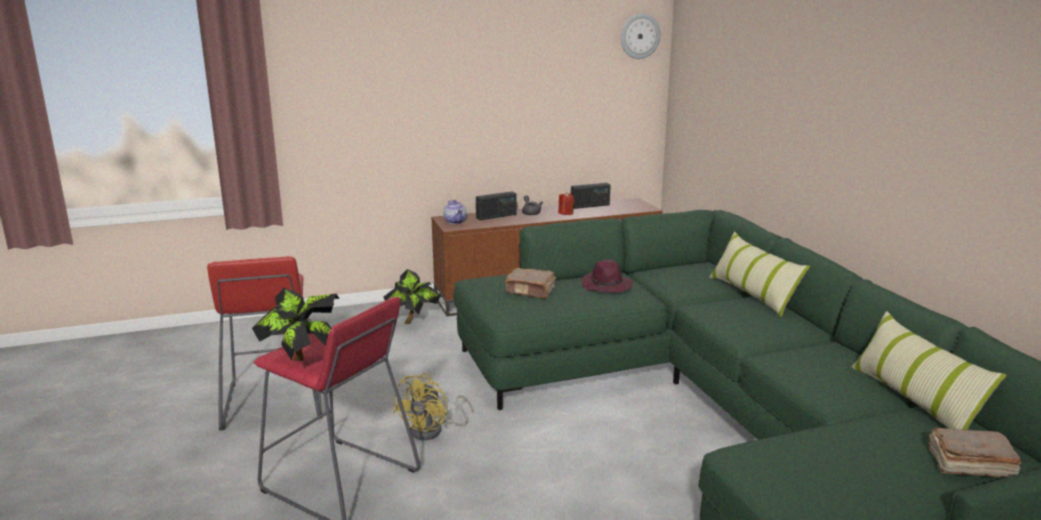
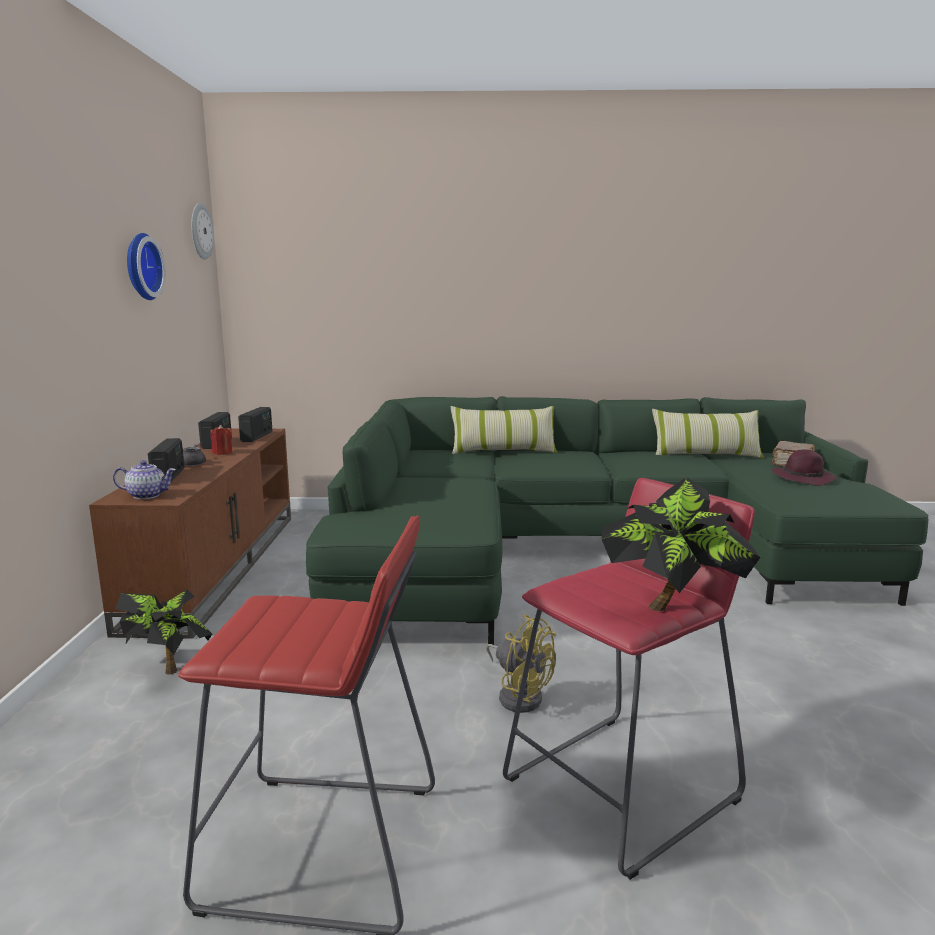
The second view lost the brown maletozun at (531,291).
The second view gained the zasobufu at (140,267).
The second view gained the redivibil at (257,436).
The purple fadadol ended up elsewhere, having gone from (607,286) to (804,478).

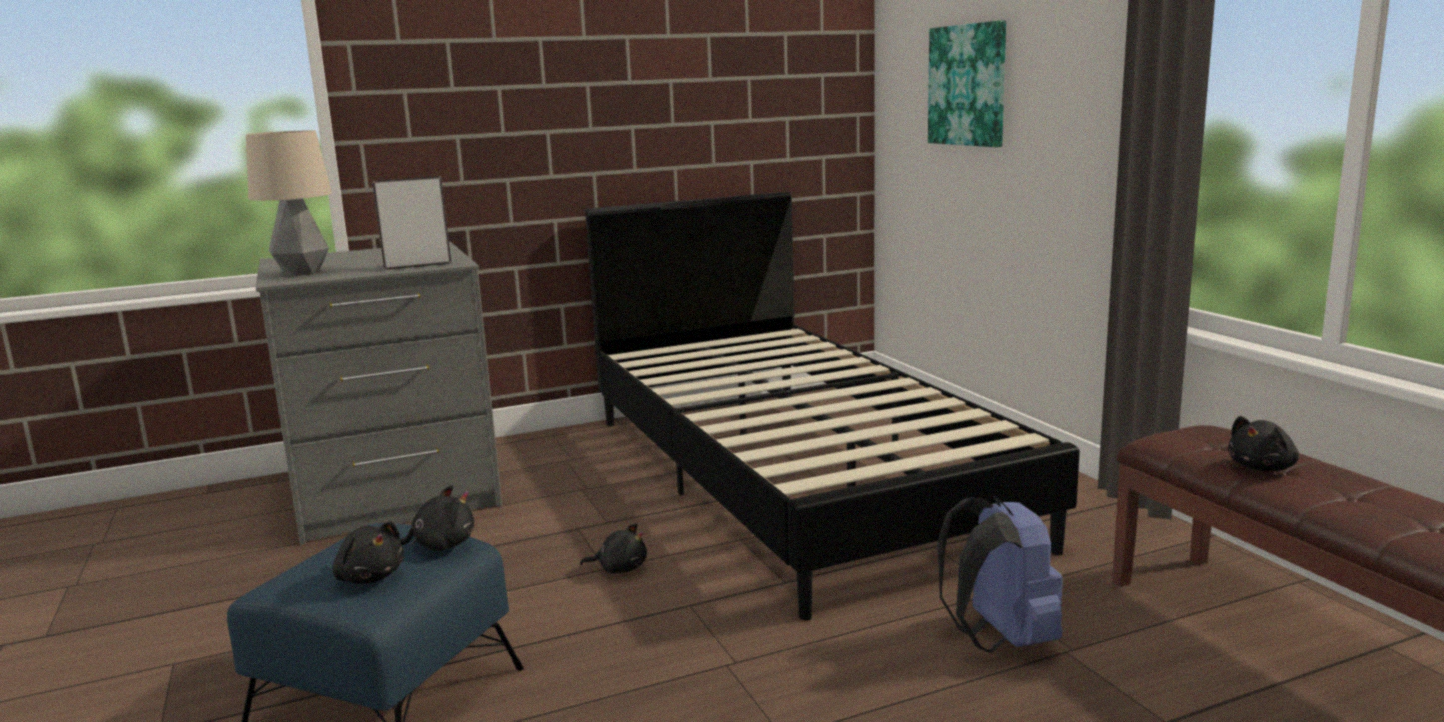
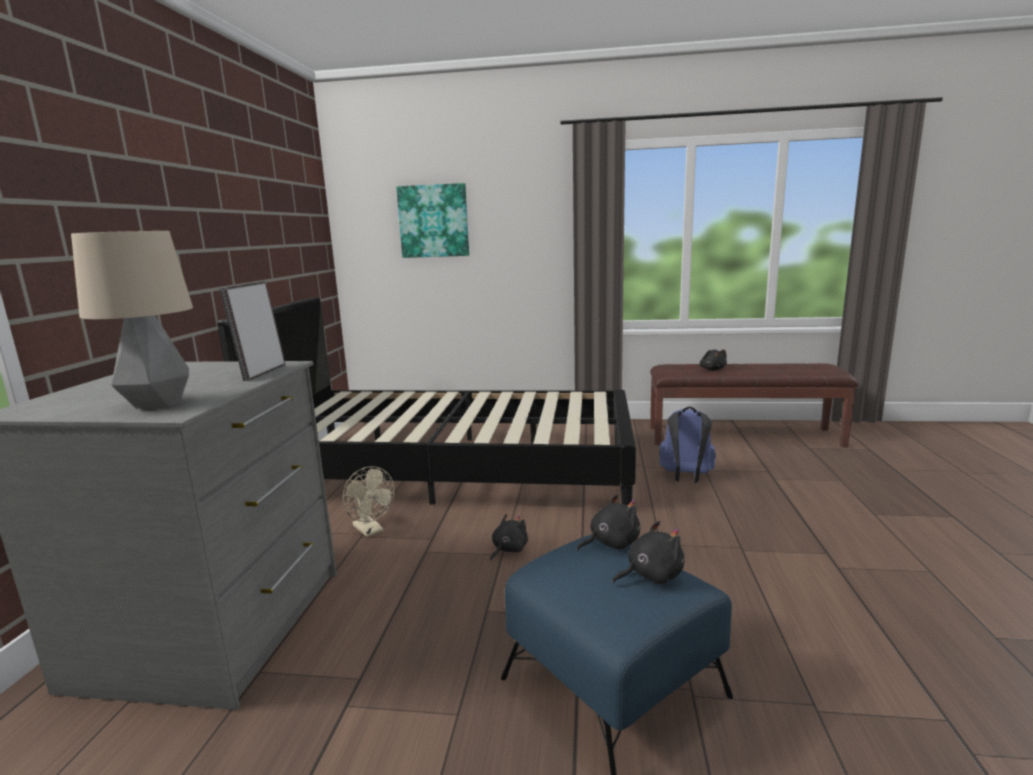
The second view gained the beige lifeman at (371,530).
The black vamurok at (439,546) ended up facing another way, 60 degrees clockwise from before.

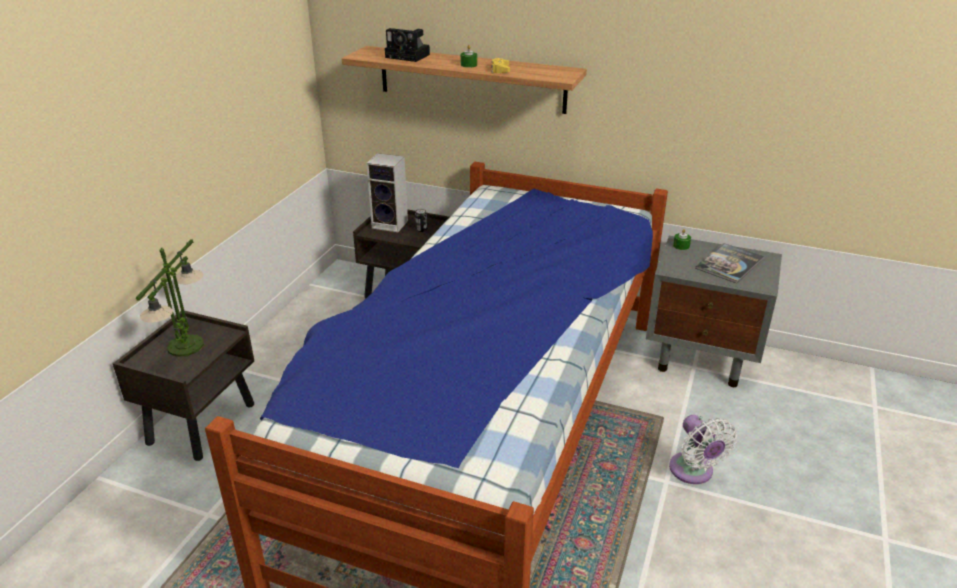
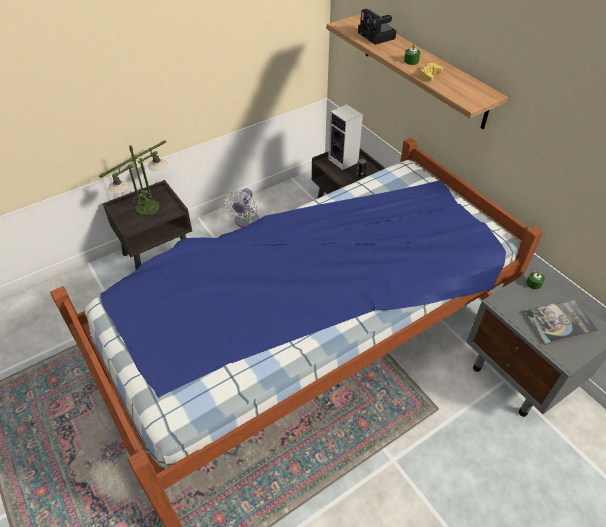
The white lifeman ended up elsewhere, having gone from (693,472) to (245,221).

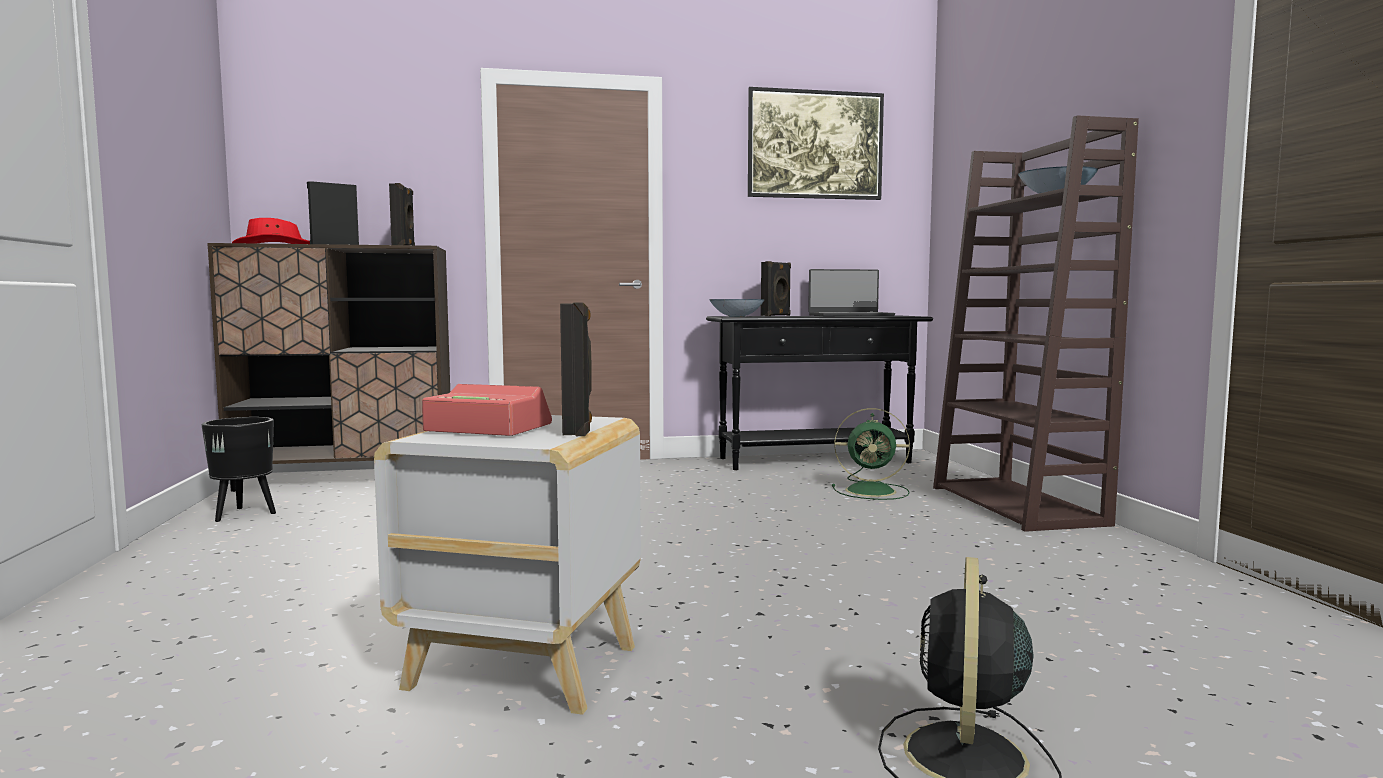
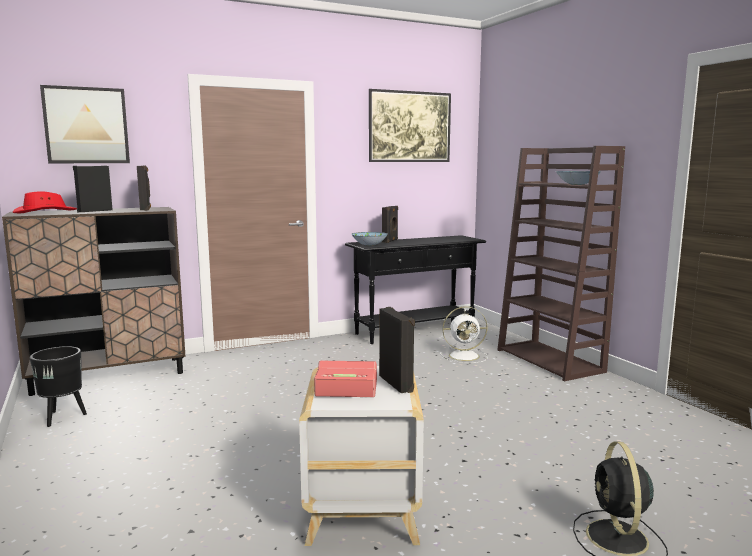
The second view lost the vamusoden at (850,315).
The second view gained the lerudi at (86,125).
What was the green lifeman at (873,491) turned into the white lifeman at (465,356).

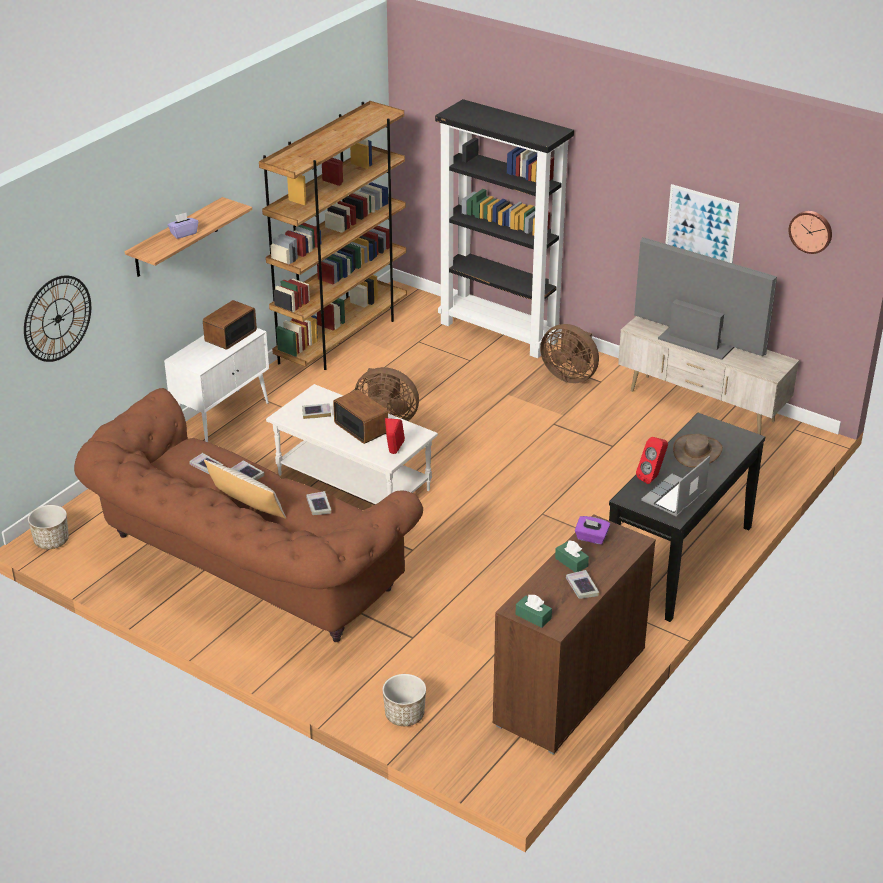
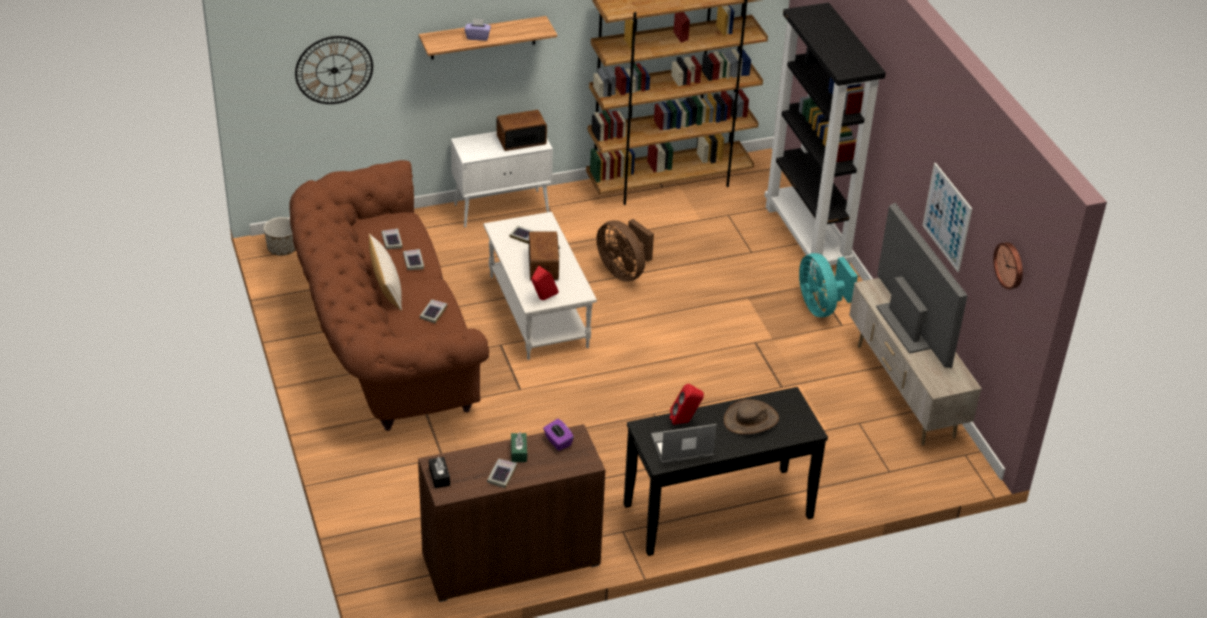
The second view lost the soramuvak at (404,715).
What was the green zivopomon at (533,616) turned into the black zivopomon at (439,477).
What was the brown lifeman at (570,375) turned into the turquoise lifeman at (821,306).

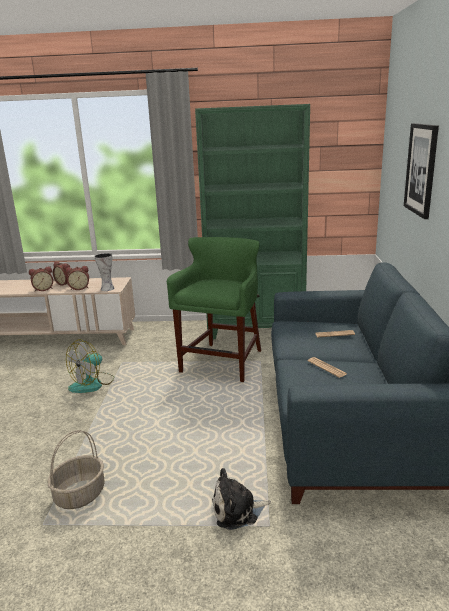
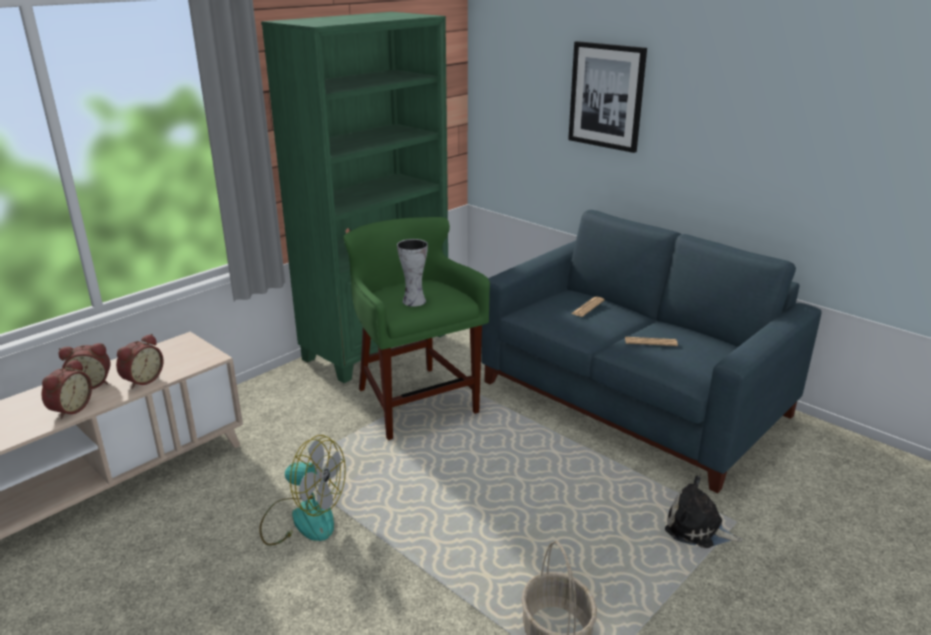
The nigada ended up elsewhere, having gone from (107,288) to (413,301).
The lifeman at (92,384) ended up facing another way, 60 degrees counterclockwise from before.
The vamurok at (237,510) ended up facing another way, 90 degrees clockwise from before.

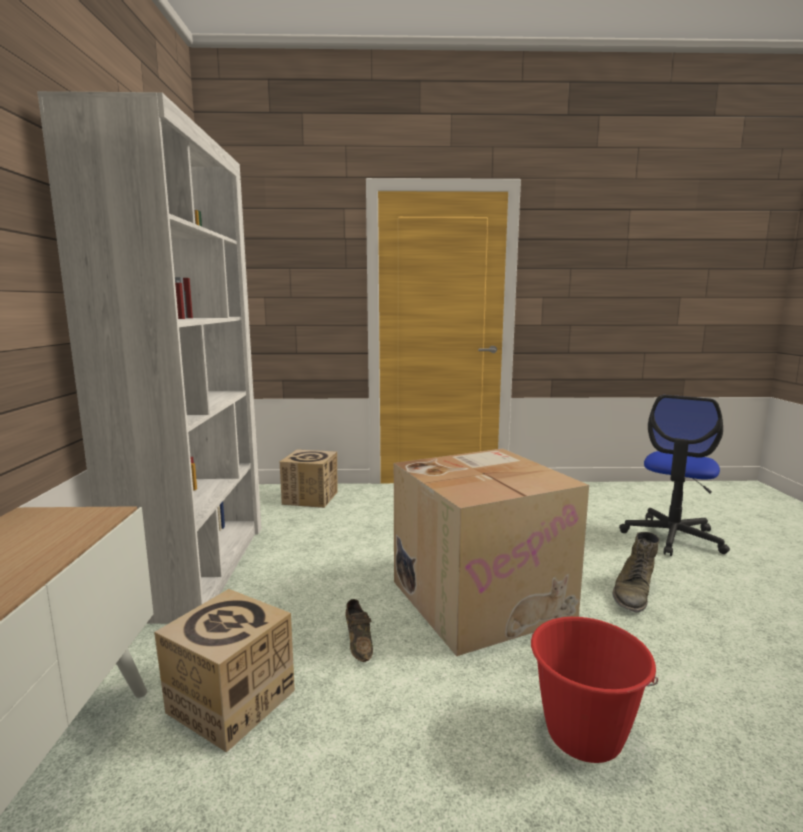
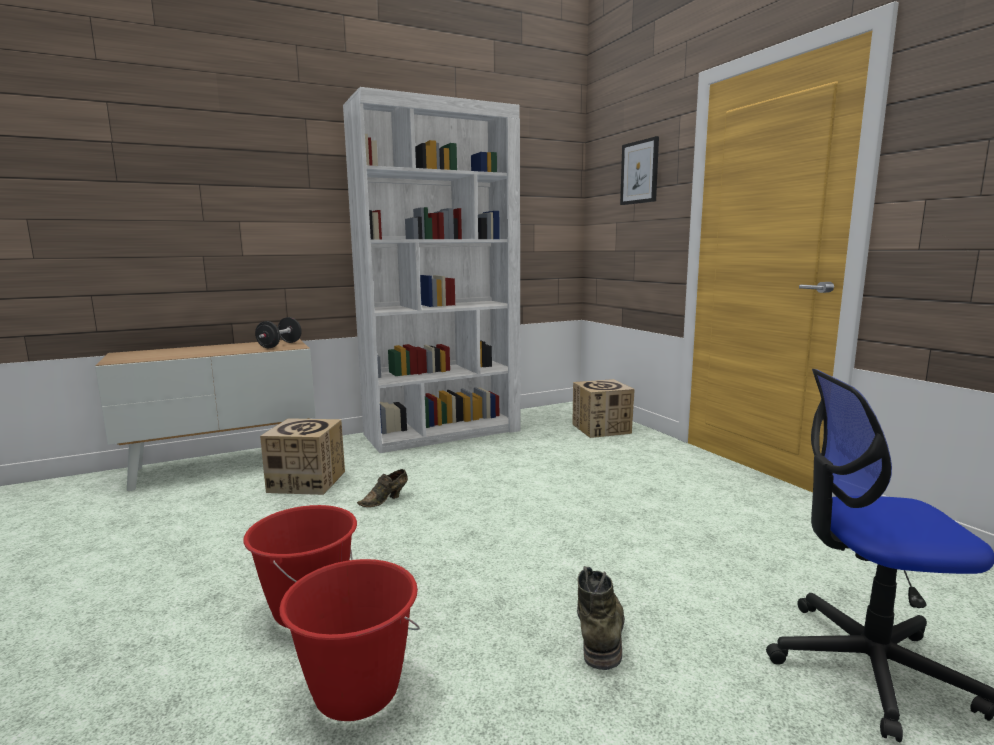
The second view lost the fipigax at (481,597).
The second view gained the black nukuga at (280,345).
The second view gained the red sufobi at (356,691).
The second view gained the lerudi at (639,172).
The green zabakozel at (633,592) ended up facing another way, 90 degrees clockwise from before.

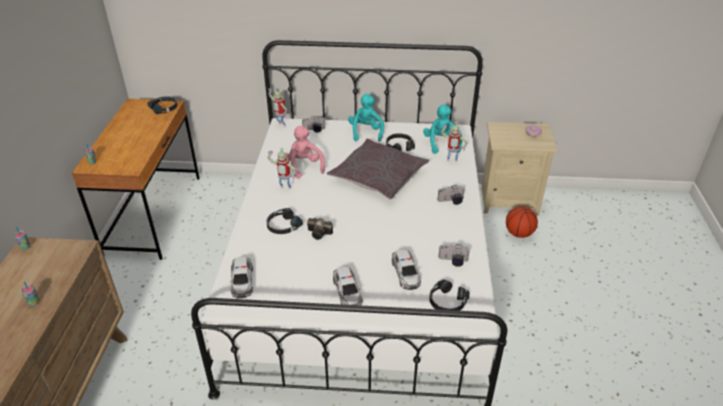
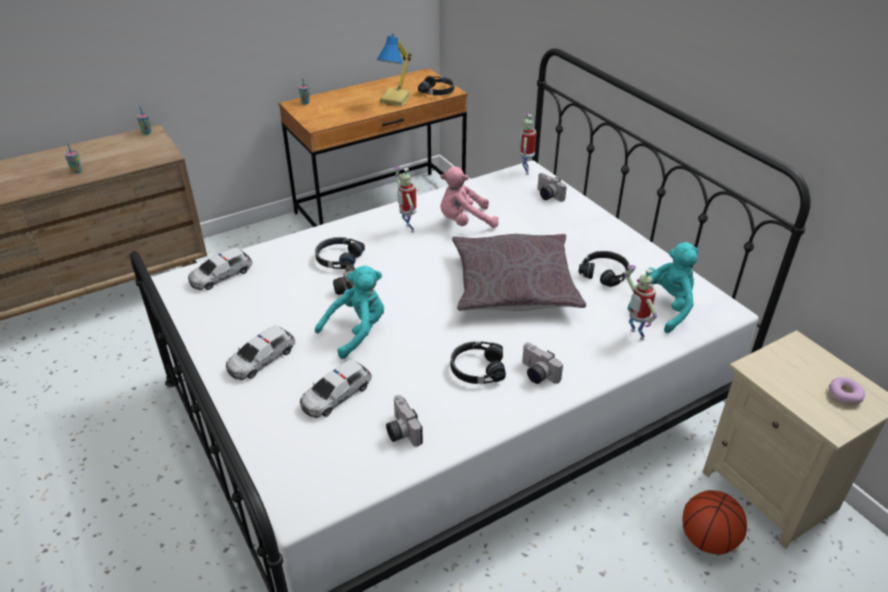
The second view gained the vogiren at (396,100).
The turquoise vamurok ended up elsewhere, having gone from (366,132) to (357,332).
The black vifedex ended up elsewhere, having gone from (447,301) to (477,369).
The pink vamurok at (304,166) ended up facing another way, 135 degrees counterclockwise from before.

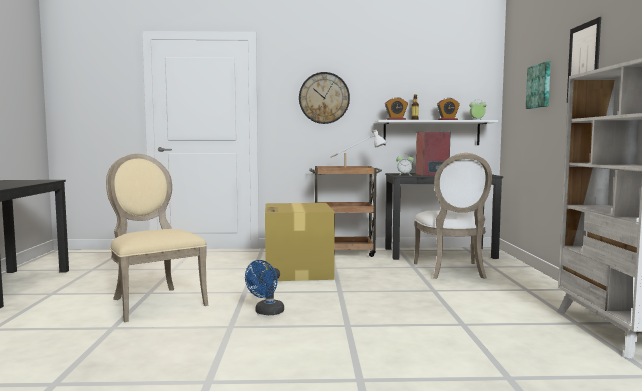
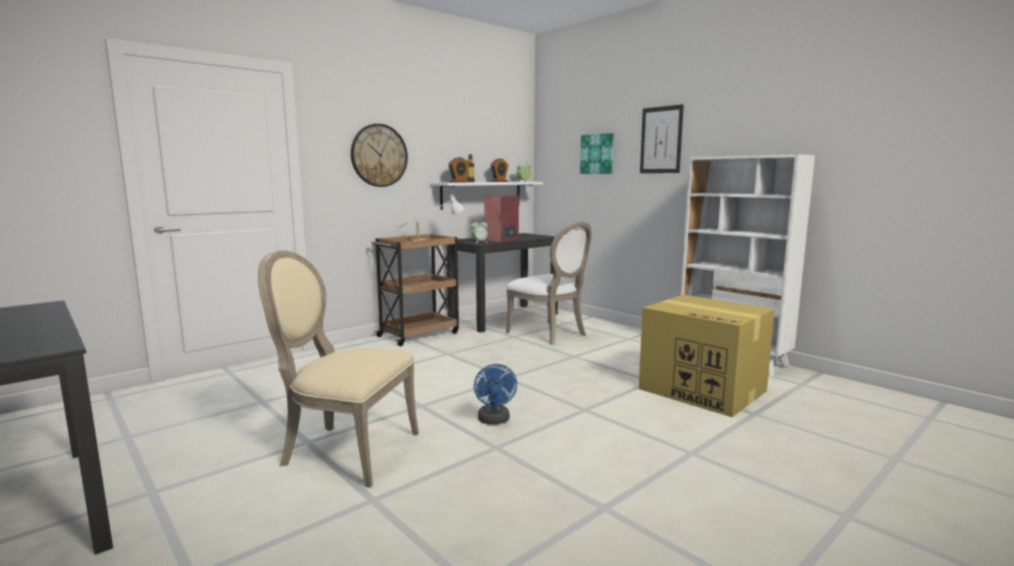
The fipigax ended up elsewhere, having gone from (298,271) to (704,390).

